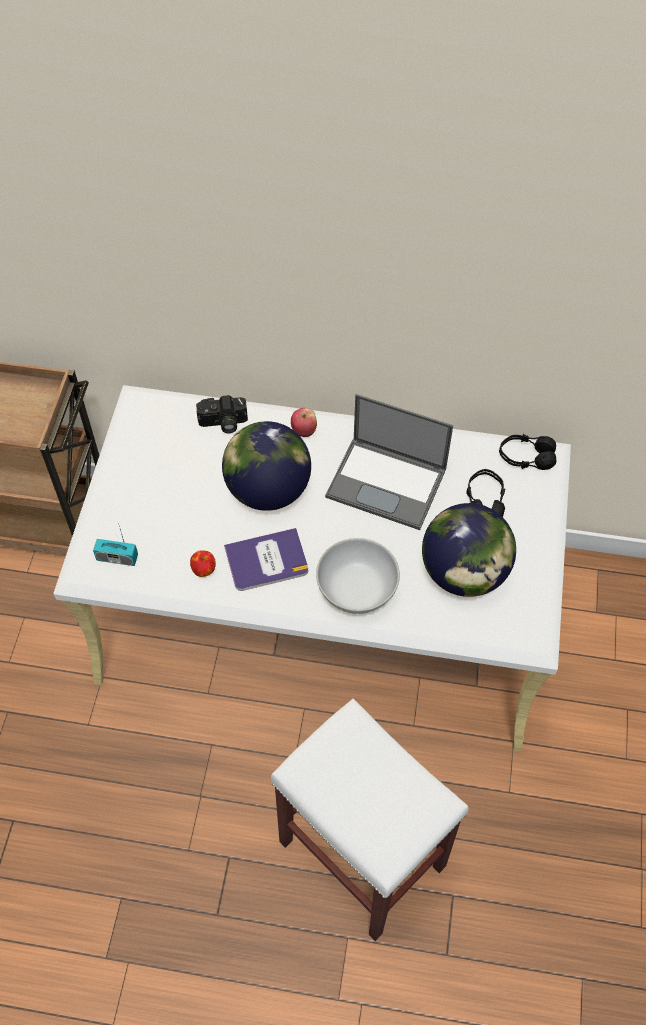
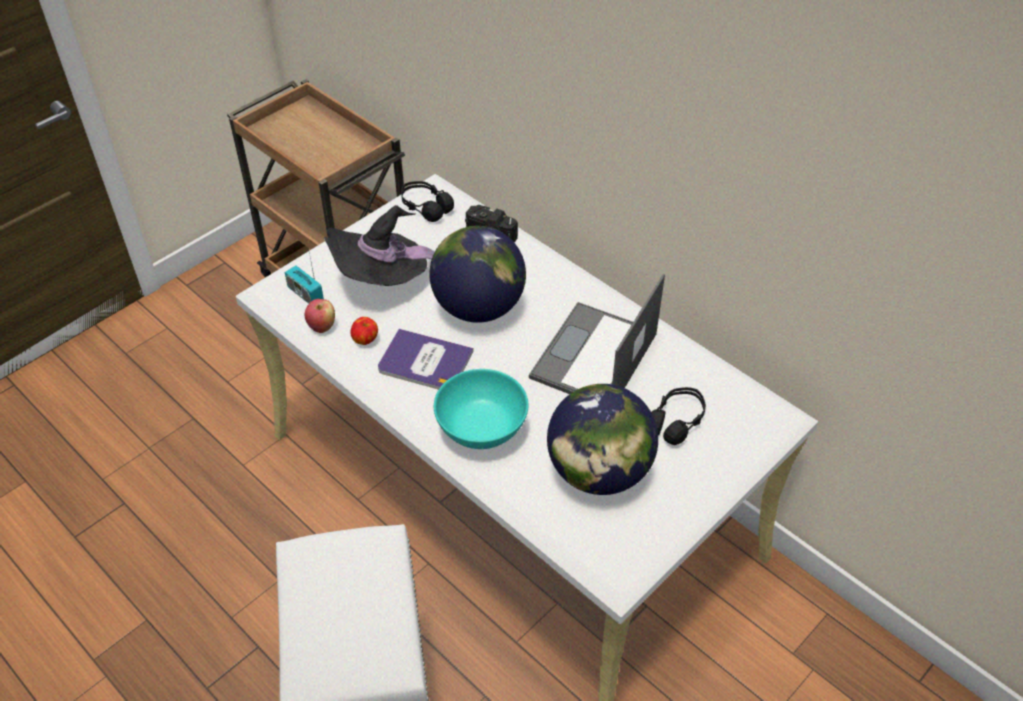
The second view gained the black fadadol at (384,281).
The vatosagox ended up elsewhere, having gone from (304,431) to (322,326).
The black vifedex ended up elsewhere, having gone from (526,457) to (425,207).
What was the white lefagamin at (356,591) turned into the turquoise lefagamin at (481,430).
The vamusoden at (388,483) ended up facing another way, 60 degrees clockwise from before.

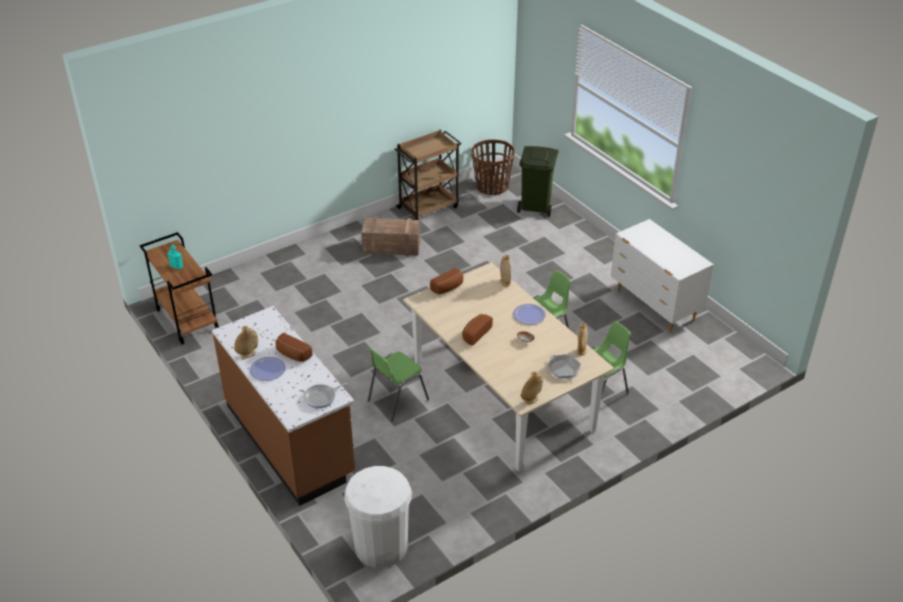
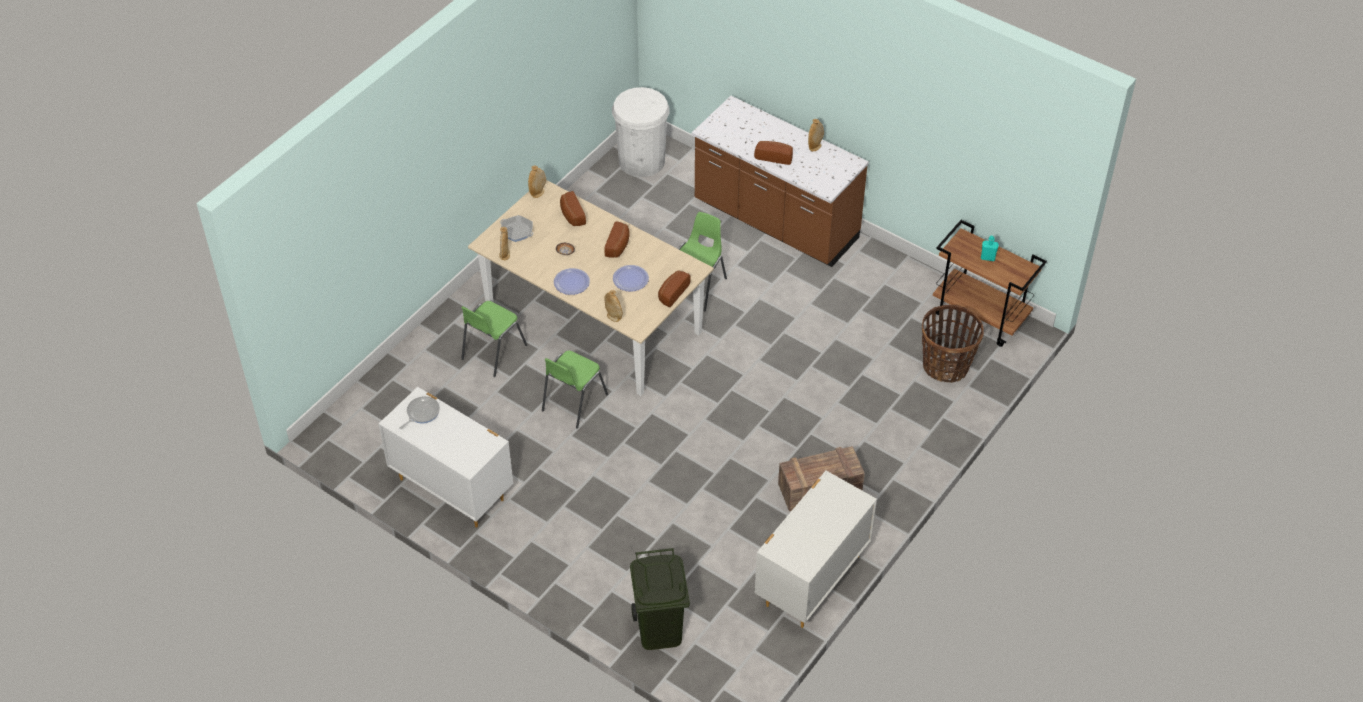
The second view gained the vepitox at (571,215).
The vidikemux ended up elsewhere, having gone from (267,370) to (630,279).
The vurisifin ended up elsewhere, having gone from (322,397) to (421,413).
The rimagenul ended up elsewhere, having gone from (491,187) to (946,366).
Where the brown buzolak stood at (429,207), the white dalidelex came to stand at (811,581).

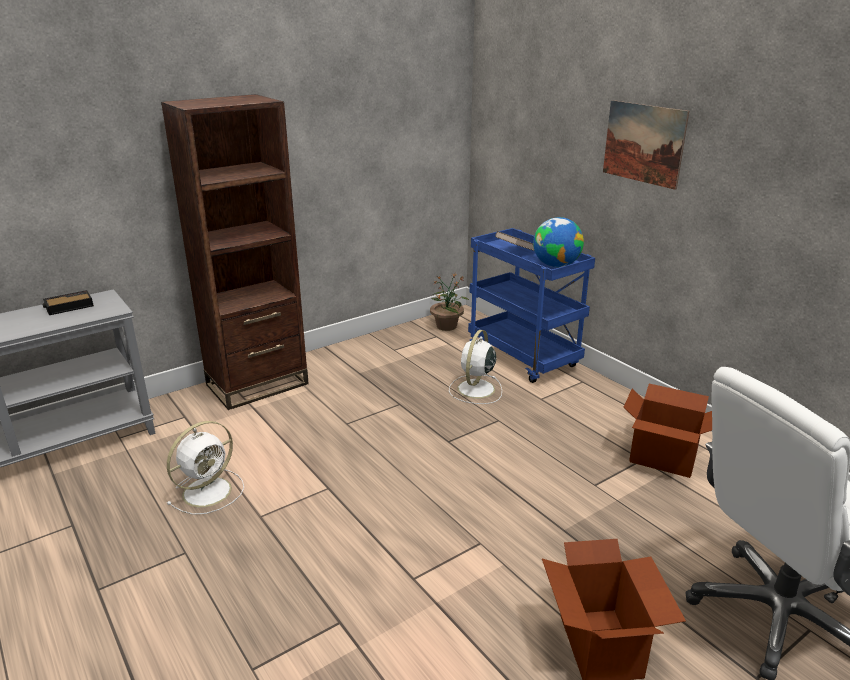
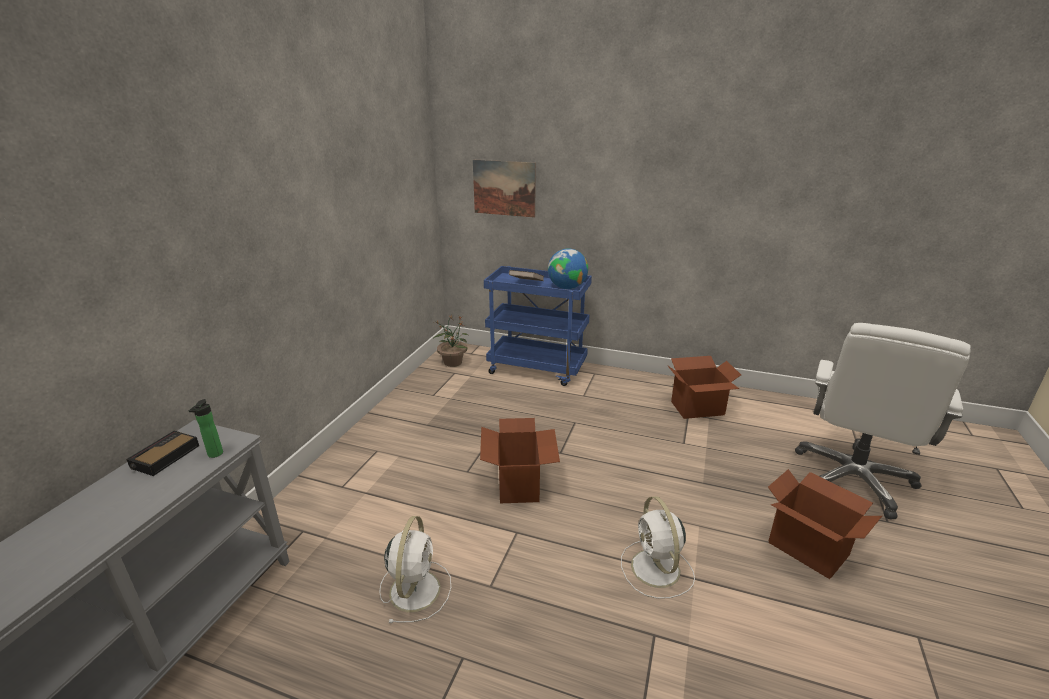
The second view lost the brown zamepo at (257,384).
The second view gained the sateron at (214,455).
The second view gained the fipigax at (519,484).
The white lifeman ended up elsewhere, having gone from (475,390) to (656,570).
The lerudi ended up elsewhere, having gone from (643,143) to (504,188).

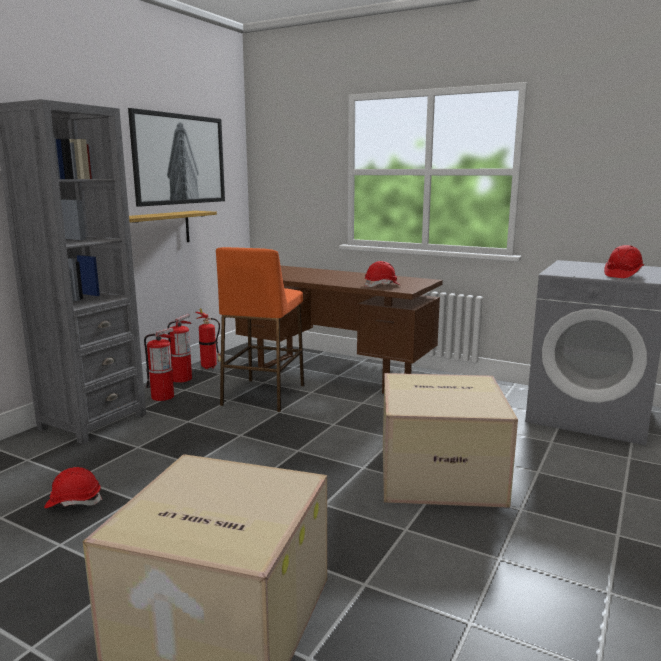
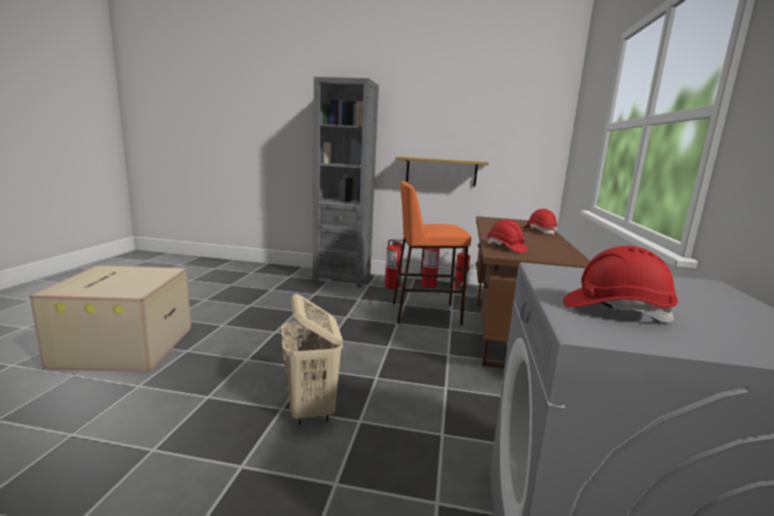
The second view lost the lerudi at (180,159).
The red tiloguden ended up elsewhere, having gone from (73,502) to (539,231).
Where the fipigax stood at (441,473), the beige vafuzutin came to stand at (311,409).

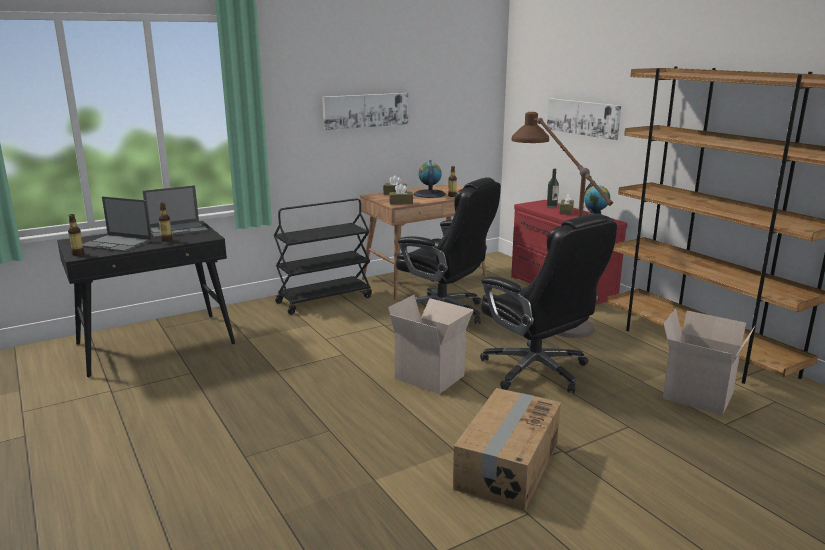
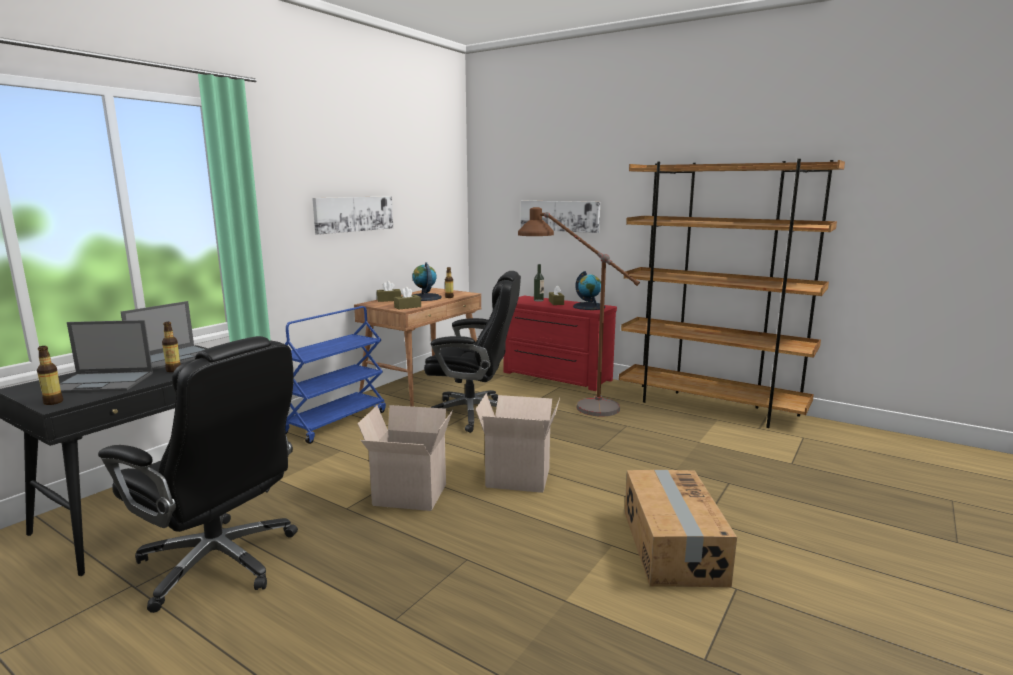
The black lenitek ended up elsewhere, having gone from (537,371) to (220,562).
The fipigax ended up elsewhere, having gone from (696,397) to (408,496).
What was the black buzolak at (324,300) turned into the blue buzolak at (336,422).

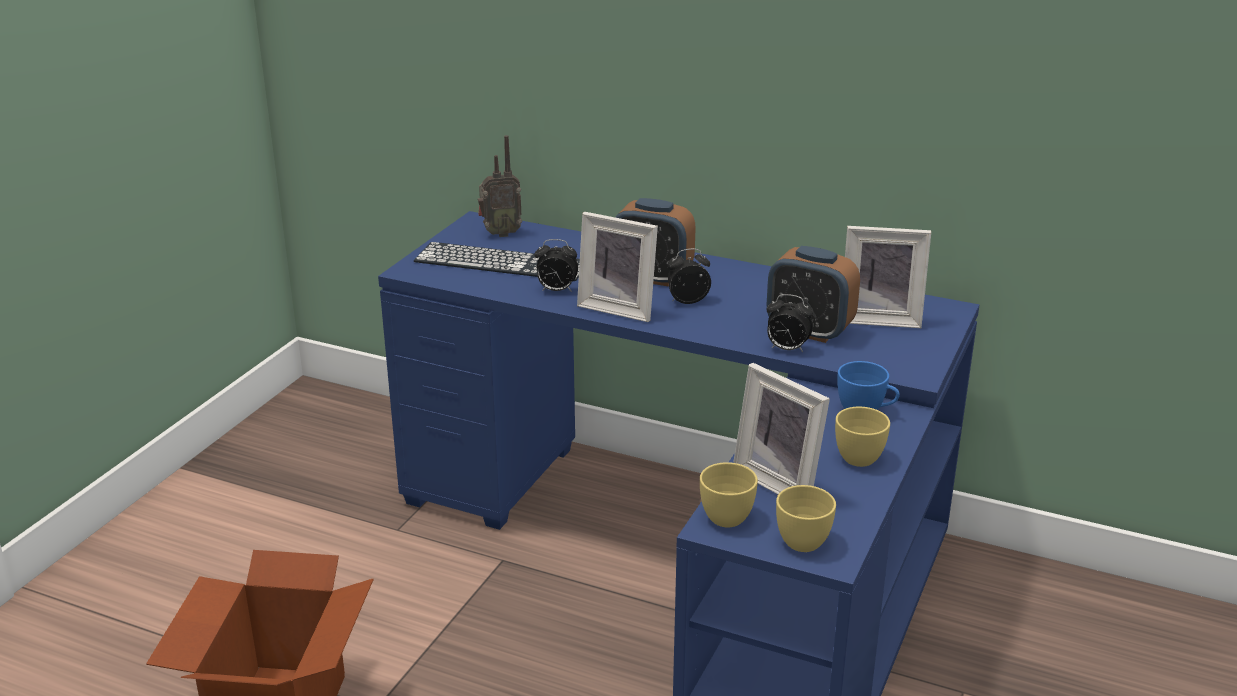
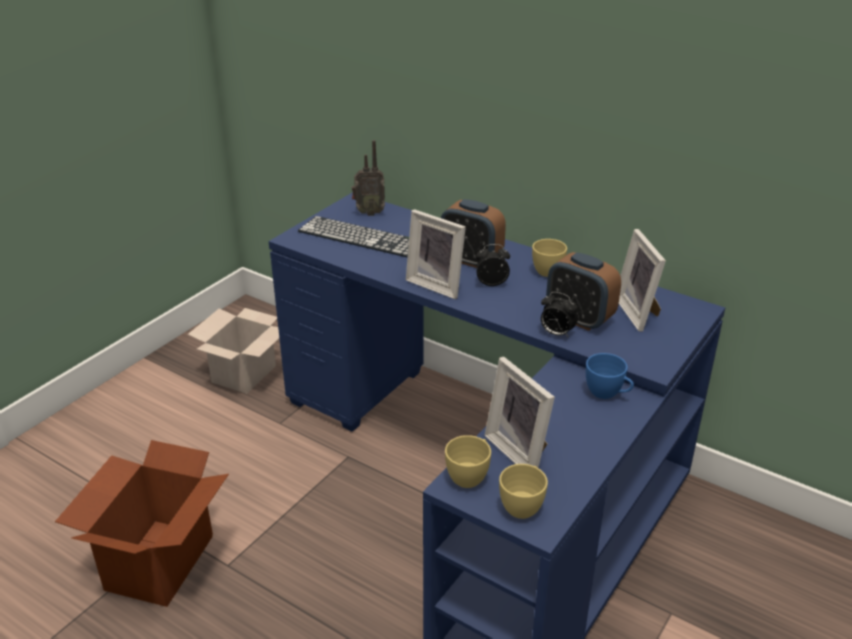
The second view lost the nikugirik at (556,290).
The second view gained the fipigax at (244,375).
The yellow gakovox ended up elsewhere, having gone from (856,455) to (547,270).
The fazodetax at (879,318) ended up facing another way, 60 degrees clockwise from before.

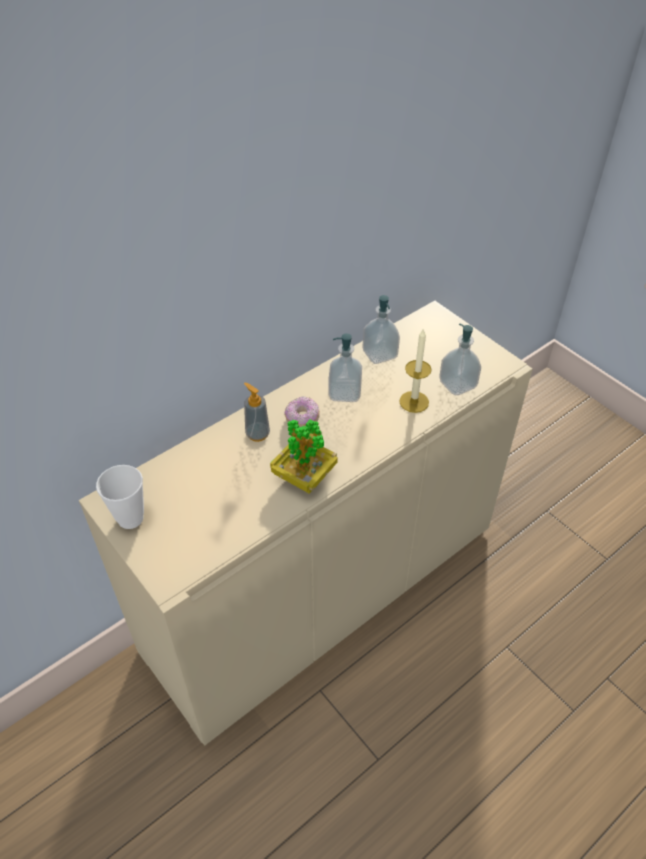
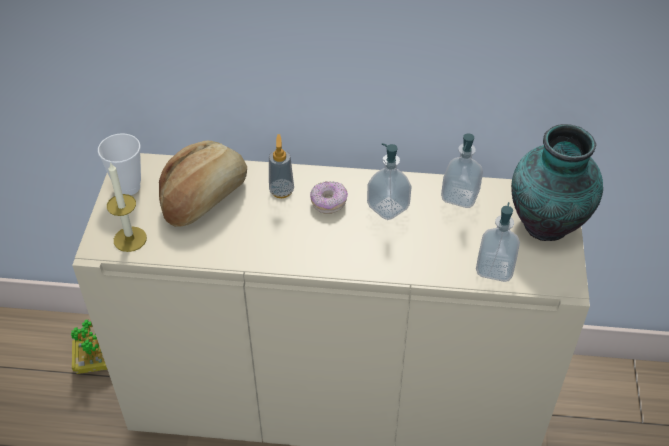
The second view gained the vepitox at (204,198).
The second view gained the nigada at (548,223).
The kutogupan ended up elsewhere, having gone from (304,476) to (95,362).
The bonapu ended up elsewhere, having gone from (414,402) to (130,239).

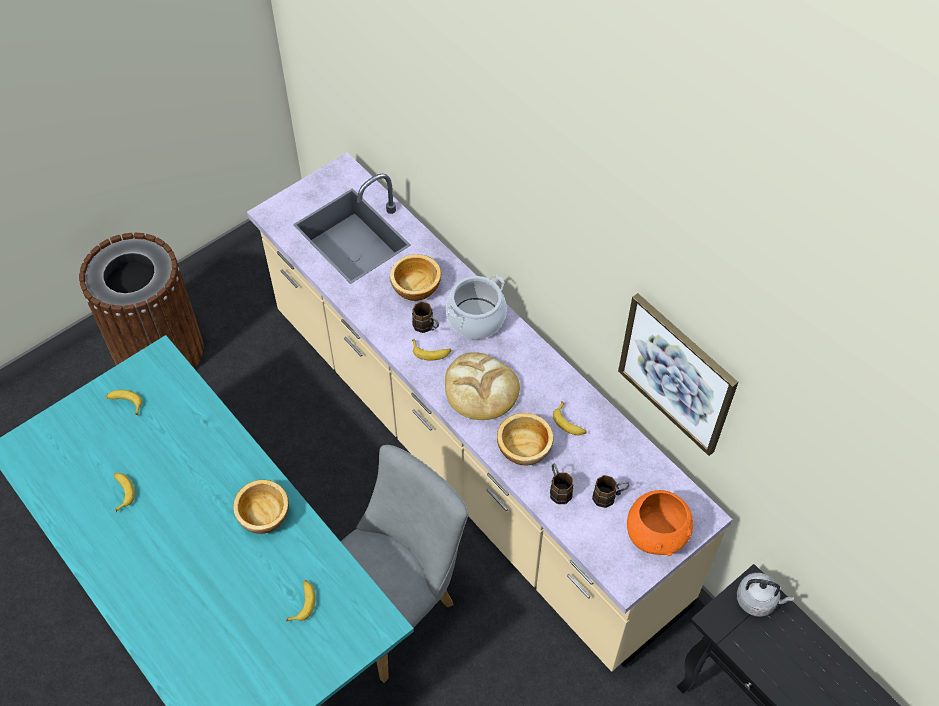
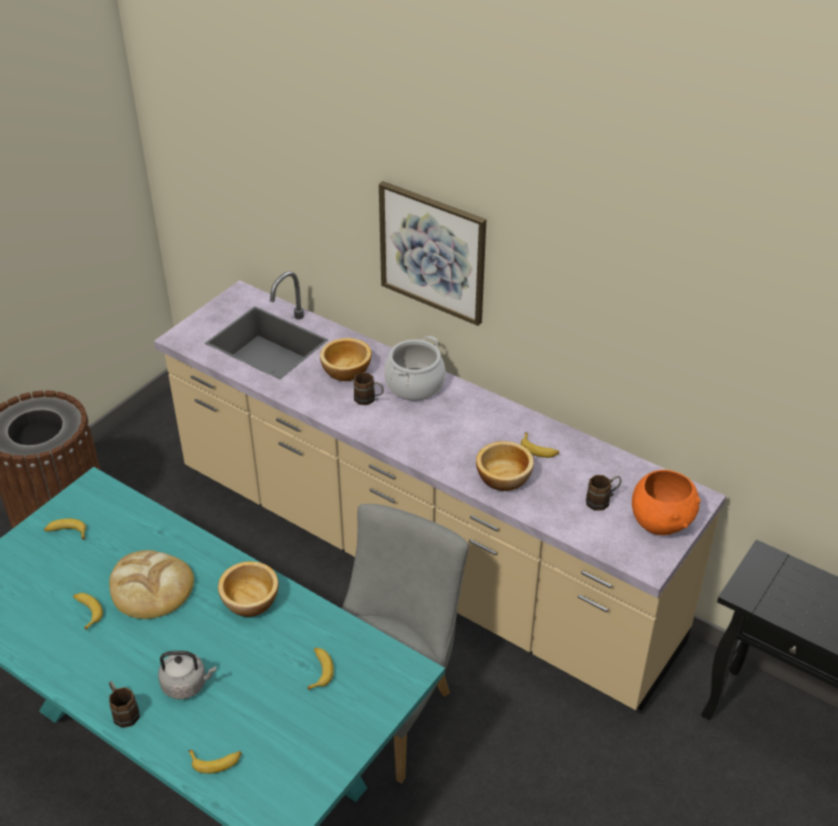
The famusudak ended up elsewhere, having gone from (431,352) to (216,761).
The vepitox ended up elsewhere, having gone from (480,389) to (151,587).
The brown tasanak ended up elsewhere, having gone from (558,489) to (123,711).
The lerudi ended up elsewhere, having gone from (677,374) to (433,252).
The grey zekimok ended up elsewhere, having gone from (758,600) to (187,684).

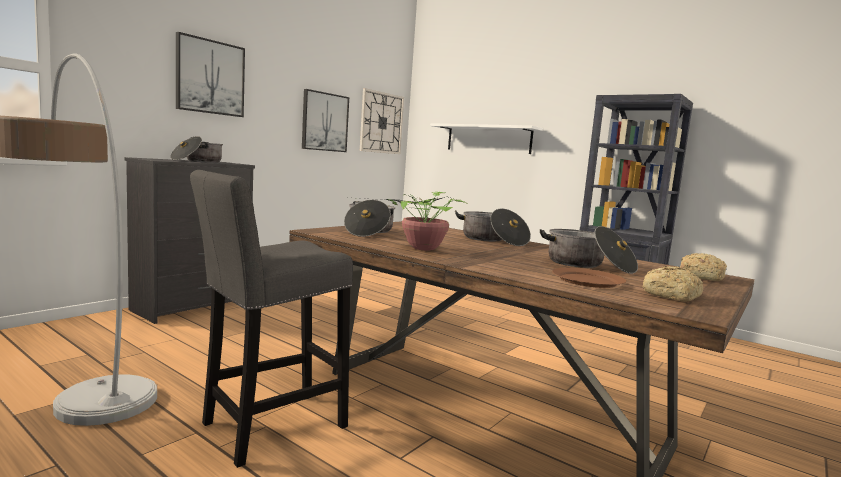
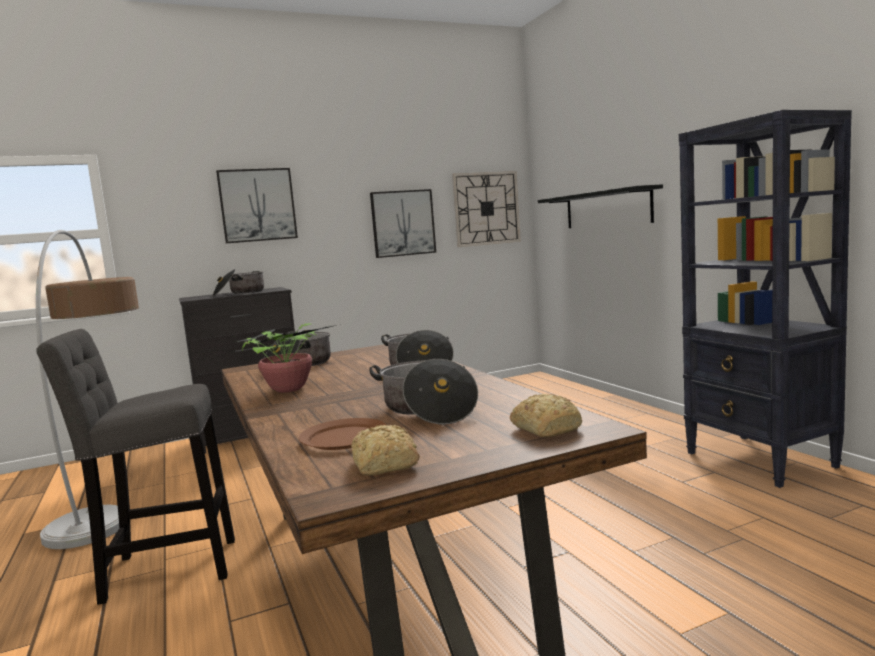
What was the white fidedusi at (488,139) turned into the black fidedusi at (607,209).

